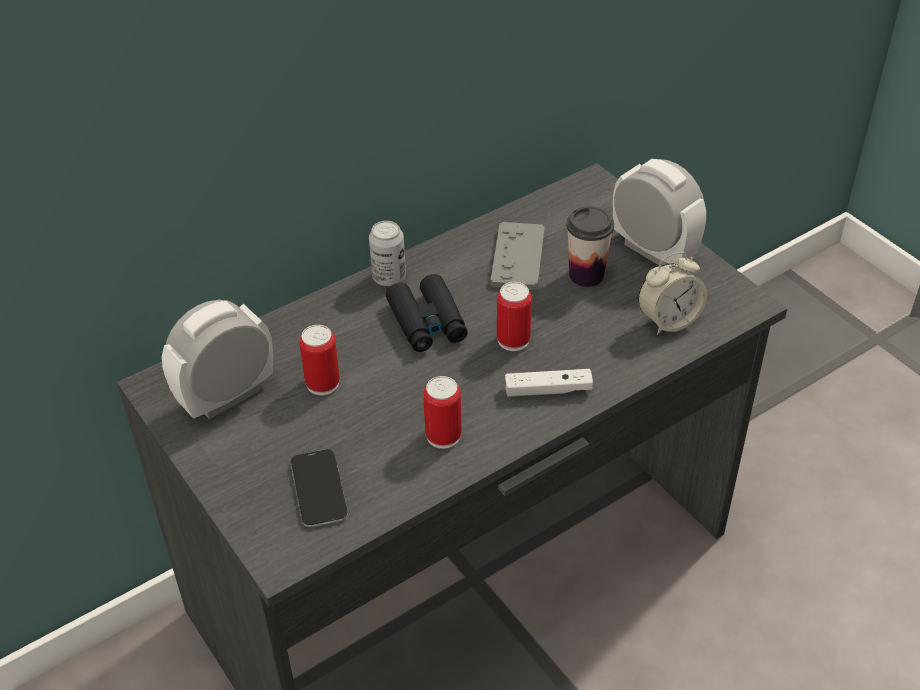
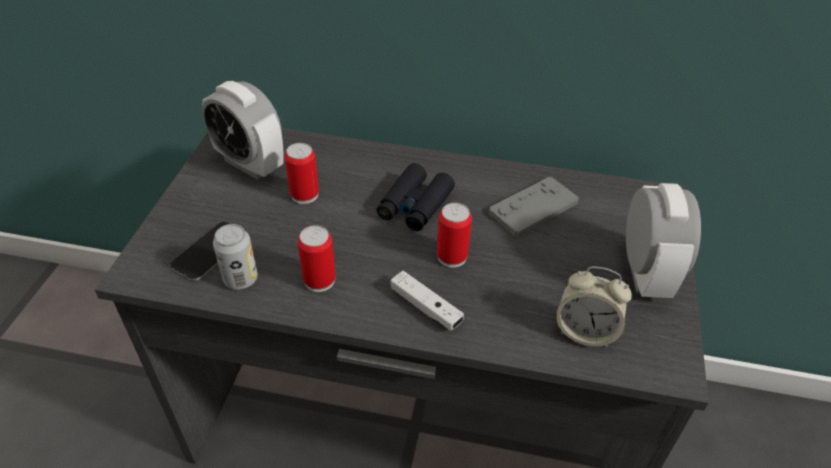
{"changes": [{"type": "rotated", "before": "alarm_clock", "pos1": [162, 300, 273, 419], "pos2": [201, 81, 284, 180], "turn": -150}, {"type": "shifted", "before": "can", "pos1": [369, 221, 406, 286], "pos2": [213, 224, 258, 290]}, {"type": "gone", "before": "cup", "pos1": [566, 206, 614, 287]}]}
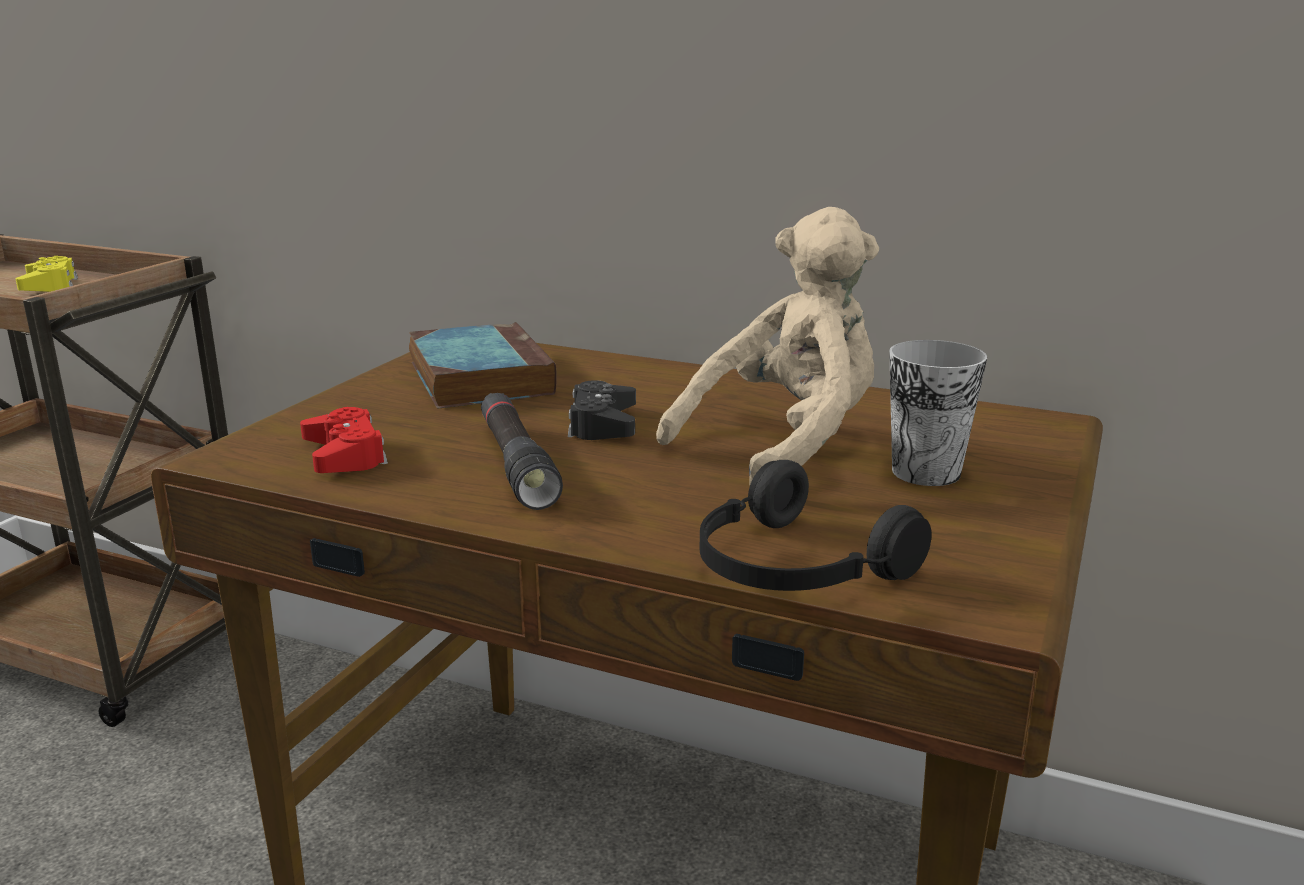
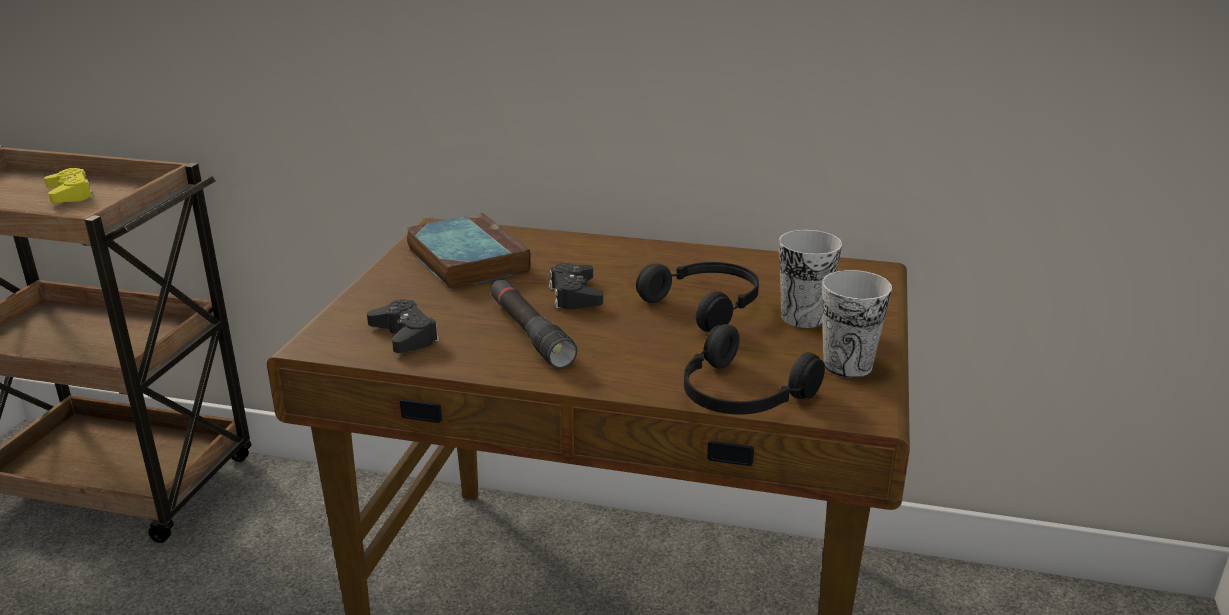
{"changes": [{"type": "repainted", "before": "red_game_controller", "after": "black_game_controller", "pos1": [300, 407, 388, 473], "pos2": [367, 299, 439, 353]}, {"type": "swapped", "before": "beige_plush_toy", "after": "black_headphones", "pos1": [656, 207, 880, 484], "pos2": [636, 262, 759, 332]}, {"type": "new", "after": "cup", "pos2": [822, 270, 892, 378]}]}
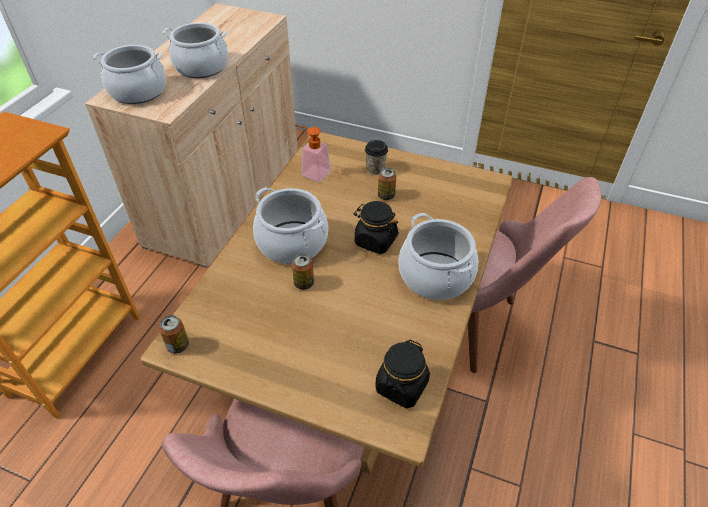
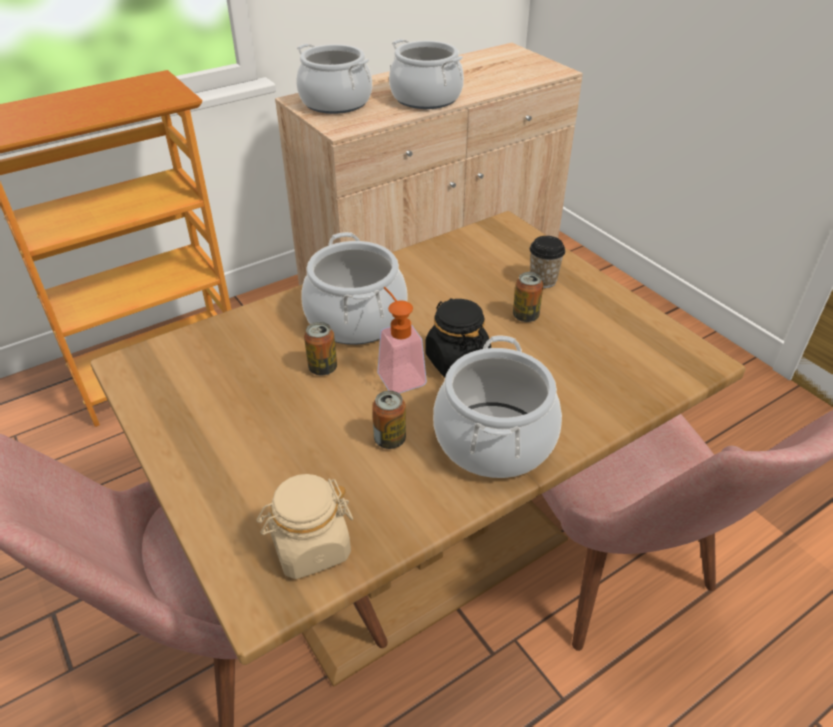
{"changes": [{"type": "shifted", "before": "can", "pos1": [159, 315, 189, 354], "pos2": [372, 390, 406, 449]}, {"type": "shifted", "before": "soap_dispenser", "pos1": [294, 125, 331, 182], "pos2": [378, 287, 427, 393]}, {"type": "repainted", "before": "black_jar", "after": "beige_jar", "pos1": [375, 339, 430, 408], "pos2": [256, 474, 353, 579]}]}
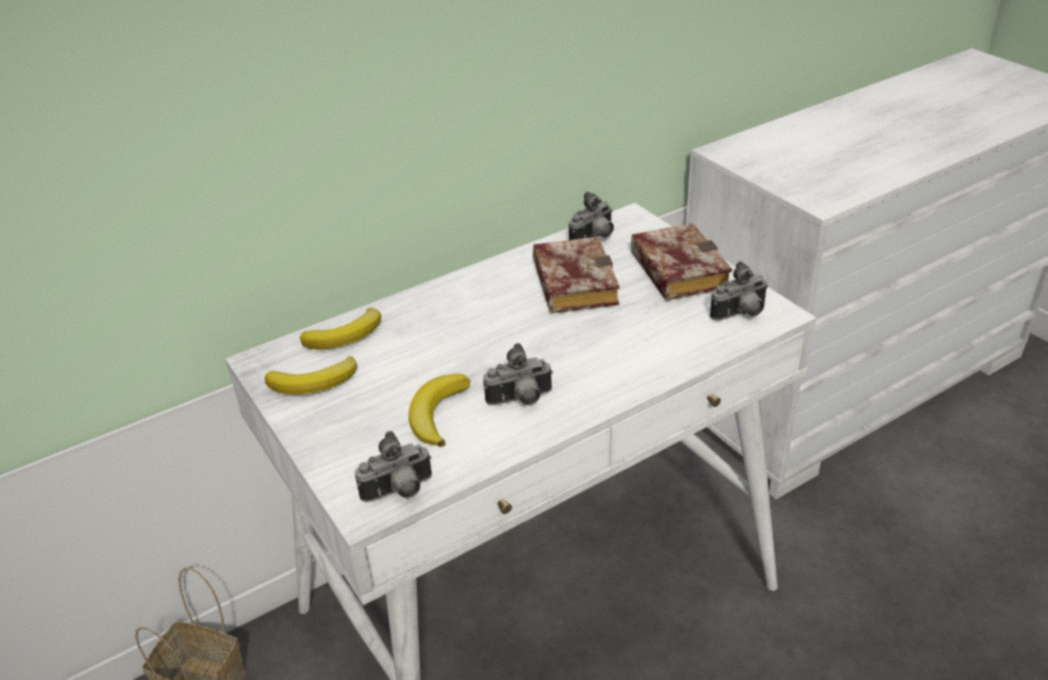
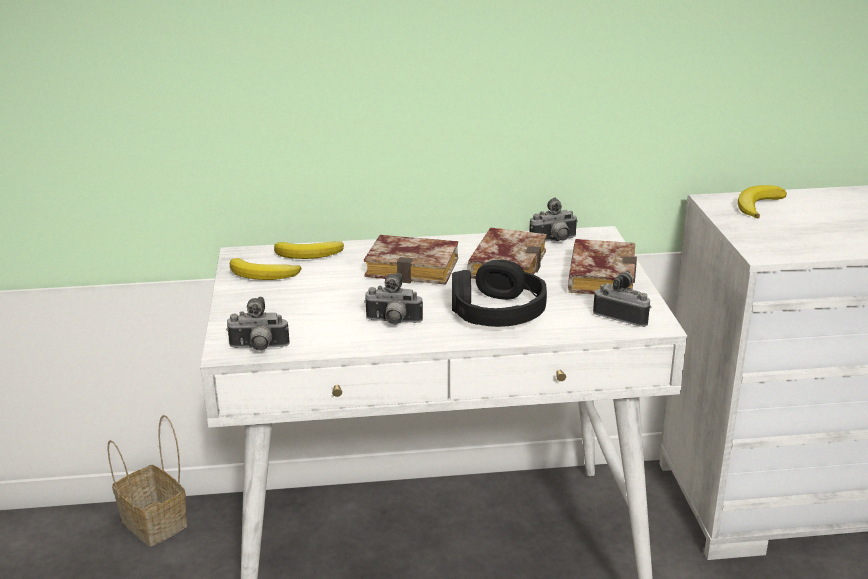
{"changes": [{"type": "shifted", "before": "banana", "pos1": [409, 373, 470, 447], "pos2": [738, 185, 787, 218]}, {"type": "rotated", "before": "photo_camera", "pos1": [710, 261, 768, 321], "pos2": [593, 270, 651, 327], "turn": -150}, {"type": "new", "after": "book", "pos2": [364, 235, 458, 285]}, {"type": "new", "after": "black_headphones", "pos2": [452, 259, 547, 327]}]}
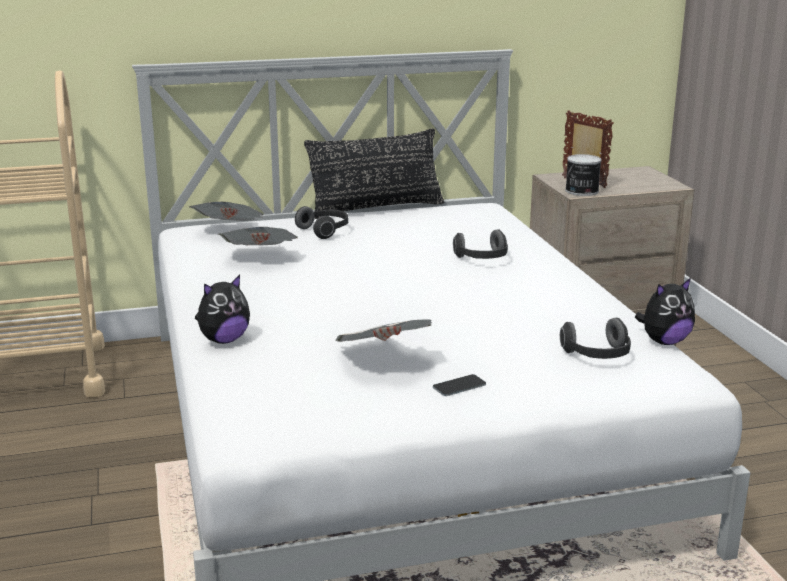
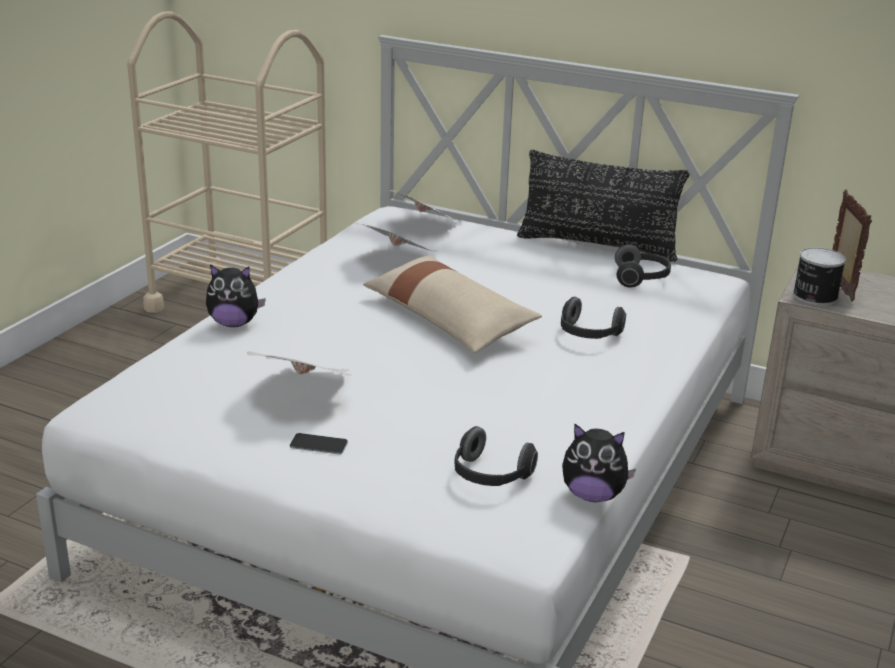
{"changes": [{"type": "shifted", "before": "headphones", "pos1": [295, 206, 348, 239], "pos2": [615, 244, 671, 288]}, {"type": "new", "after": "beige_pillow", "pos2": [363, 255, 542, 353]}]}
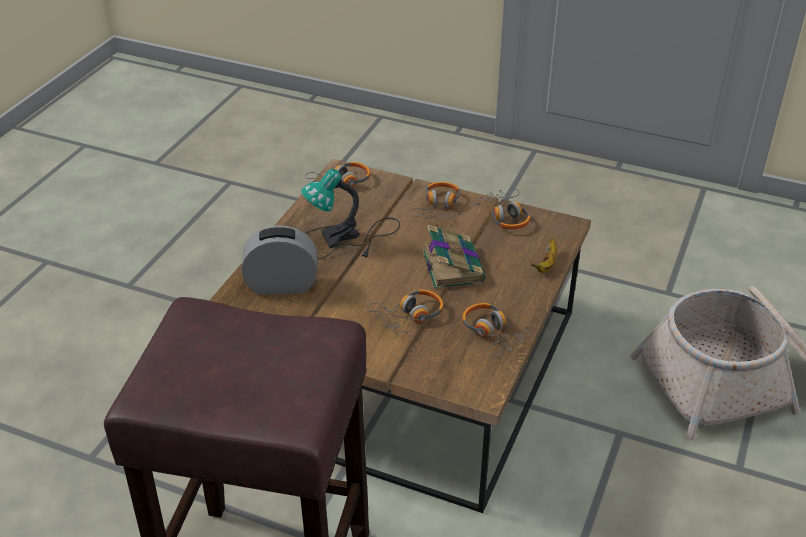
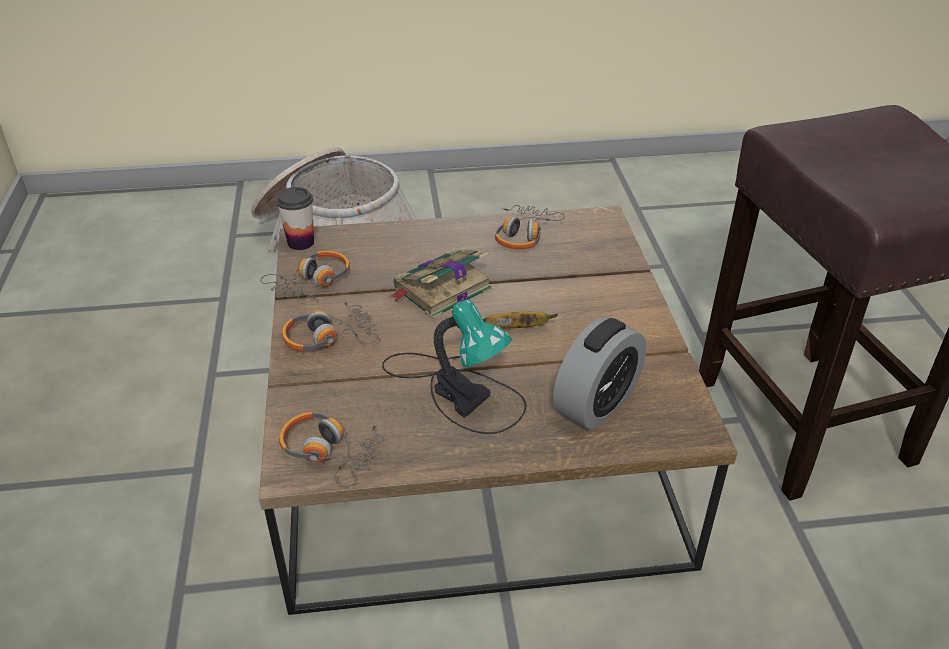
{"changes": [{"type": "rotated", "before": "alarm_clock", "pos1": [242, 225, 318, 295], "pos2": [553, 317, 646, 431], "turn": -105}, {"type": "gone", "before": "headphones", "pos1": [367, 290, 443, 335]}, {"type": "shifted", "before": "banana", "pos1": [531, 238, 557, 273], "pos2": [483, 311, 558, 329]}, {"type": "new", "after": "cup", "pos2": [276, 187, 314, 250]}]}
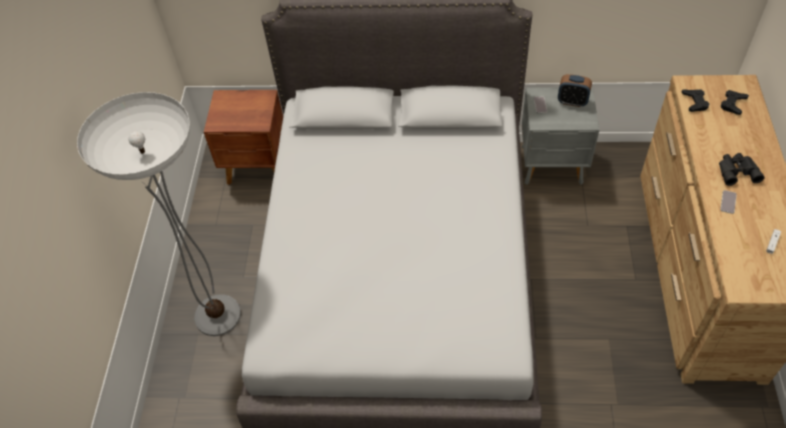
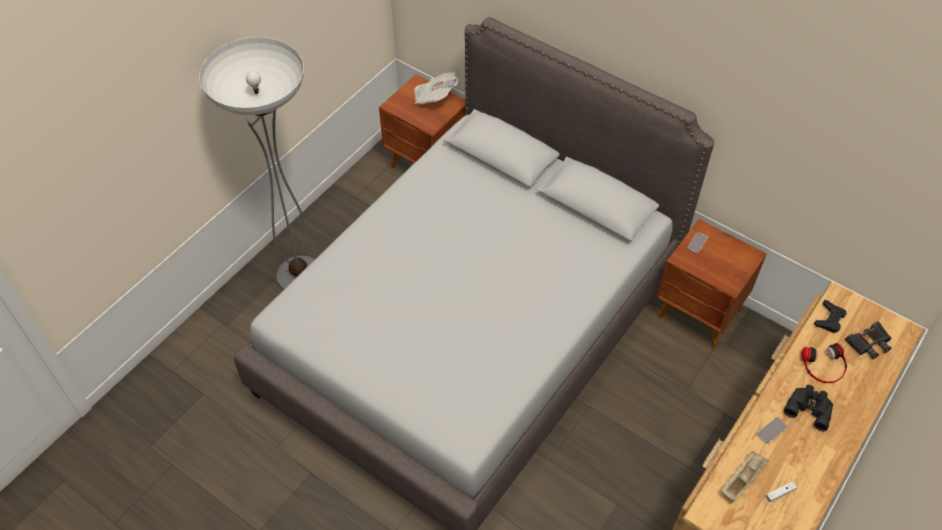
{"changes": [{"type": "repainted", "before": "grey_nightstand", "after": "brown_nightstand", "pos1": [522, 87, 599, 185], "pos2": [657, 219, 767, 348]}, {"type": "gone", "before": "alarm_clock", "pos1": [558, 74, 592, 107]}, {"type": "swapped", "before": "black_game_controller", "after": "black_binoculars", "pos1": [721, 90, 749, 115], "pos2": [845, 321, 892, 359]}, {"type": "new", "after": "newspaper", "pos2": [414, 72, 458, 104]}, {"type": "new", "after": "beige_tray", "pos2": [722, 451, 770, 501]}, {"type": "new", "after": "headphones", "pos2": [801, 343, 847, 383]}]}
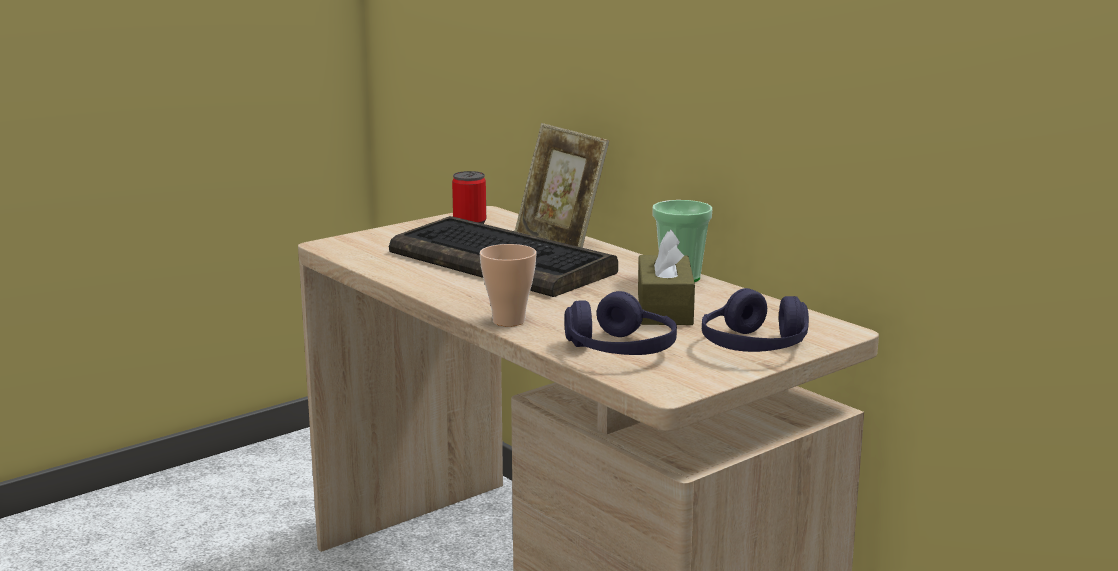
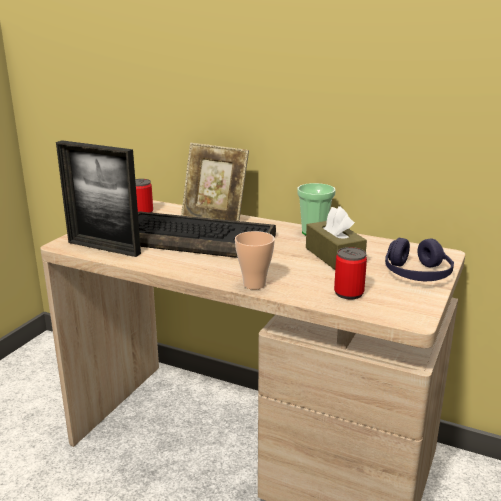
{"changes": [{"type": "swapped", "before": "purple_headphones", "after": "can", "pos1": [564, 291, 677, 355], "pos2": [334, 247, 367, 300]}, {"type": "new", "after": "picture_frame", "pos2": [56, 140, 141, 257]}]}
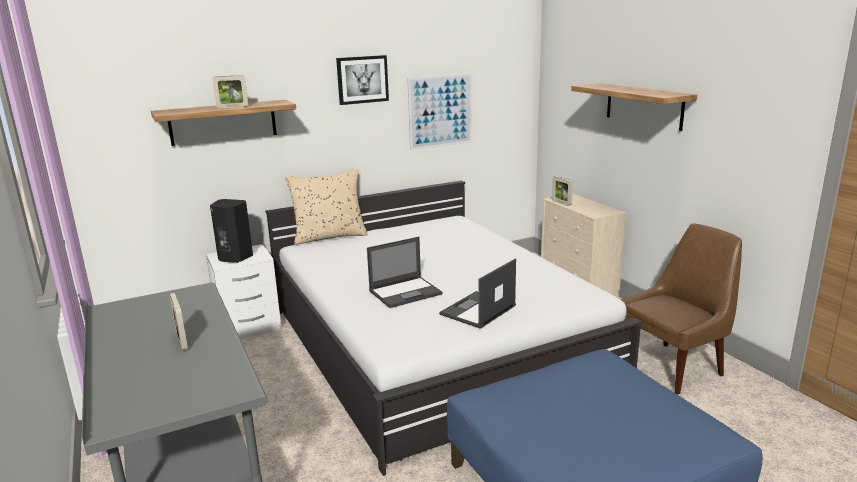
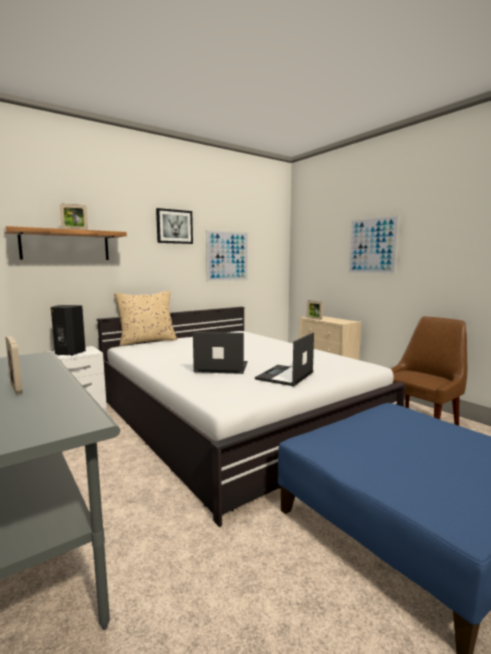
{"changes": [{"type": "rotated", "before": "laptop", "pos1": [367, 237, 442, 308], "pos2": [193, 332, 248, 374], "turn": -135}, {"type": "swapped", "before": "shelf", "after": "picture", "pos1": [571, 83, 697, 131], "pos2": [348, 214, 400, 274]}]}
